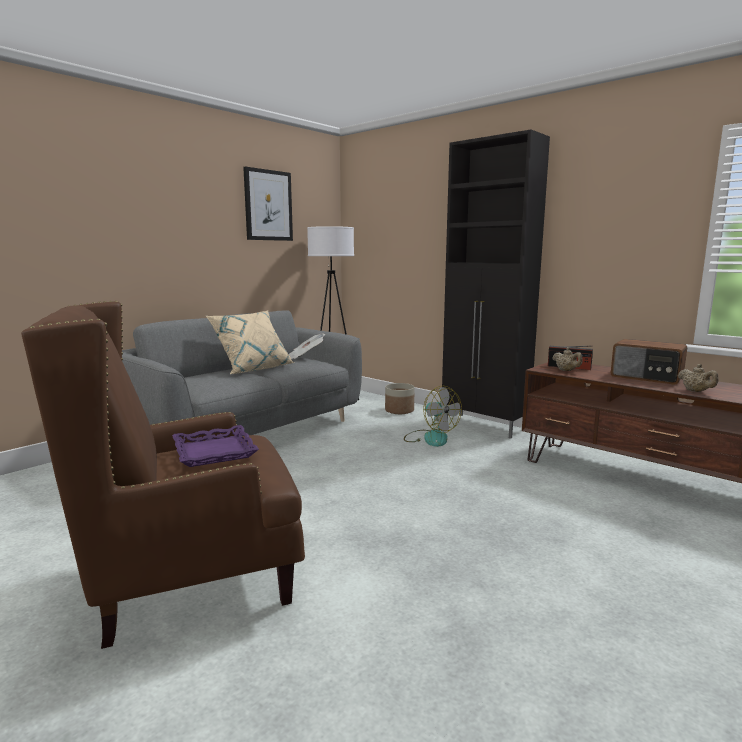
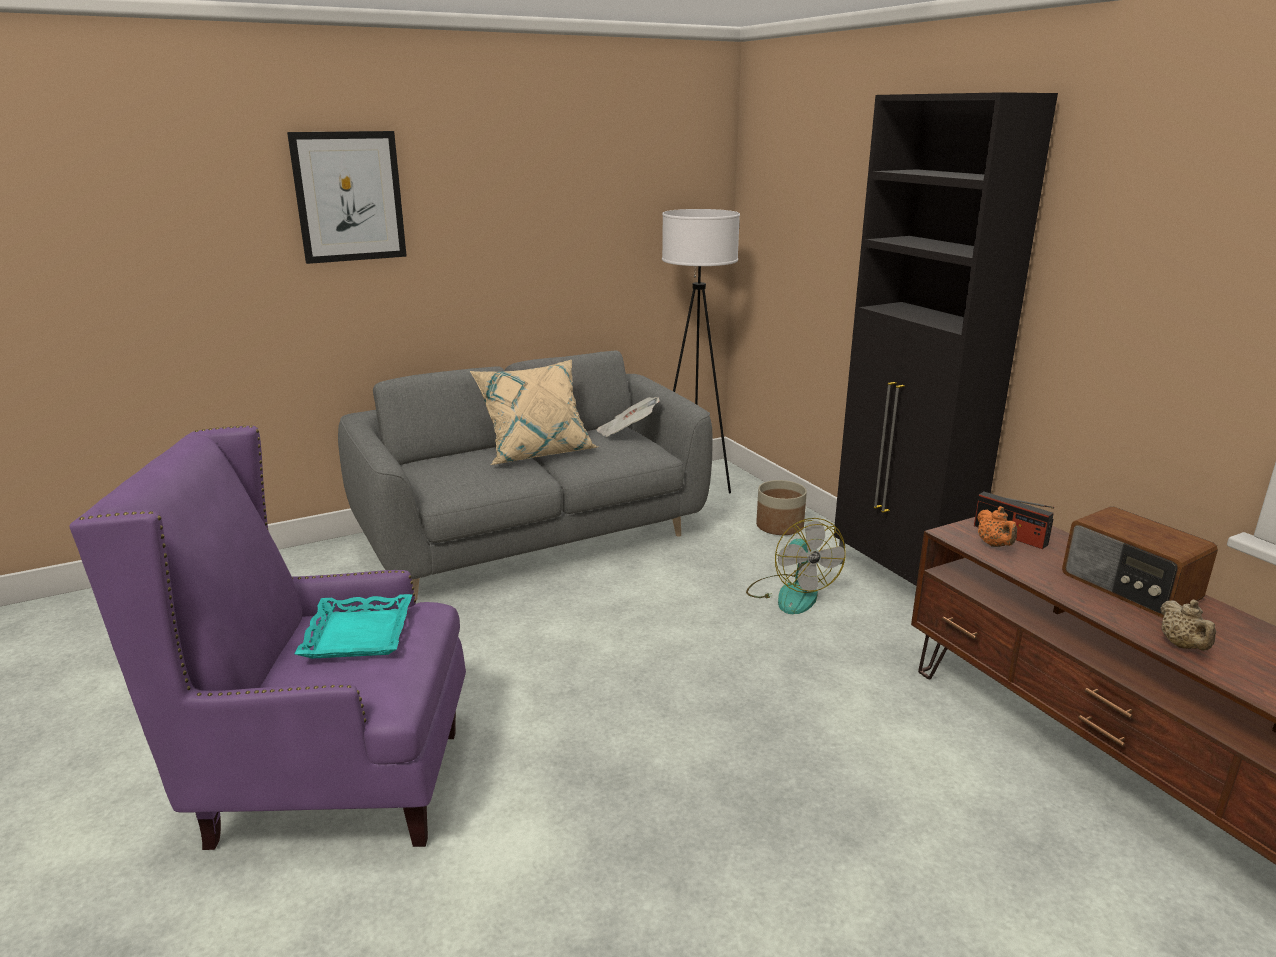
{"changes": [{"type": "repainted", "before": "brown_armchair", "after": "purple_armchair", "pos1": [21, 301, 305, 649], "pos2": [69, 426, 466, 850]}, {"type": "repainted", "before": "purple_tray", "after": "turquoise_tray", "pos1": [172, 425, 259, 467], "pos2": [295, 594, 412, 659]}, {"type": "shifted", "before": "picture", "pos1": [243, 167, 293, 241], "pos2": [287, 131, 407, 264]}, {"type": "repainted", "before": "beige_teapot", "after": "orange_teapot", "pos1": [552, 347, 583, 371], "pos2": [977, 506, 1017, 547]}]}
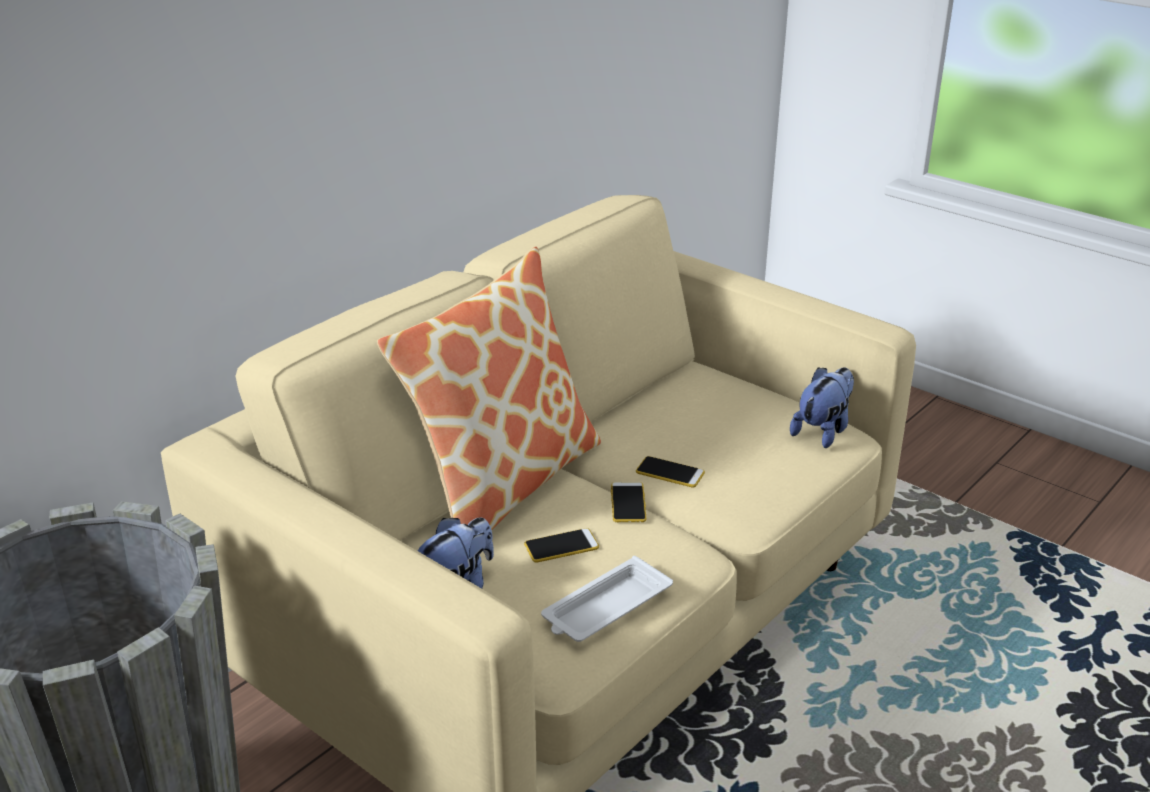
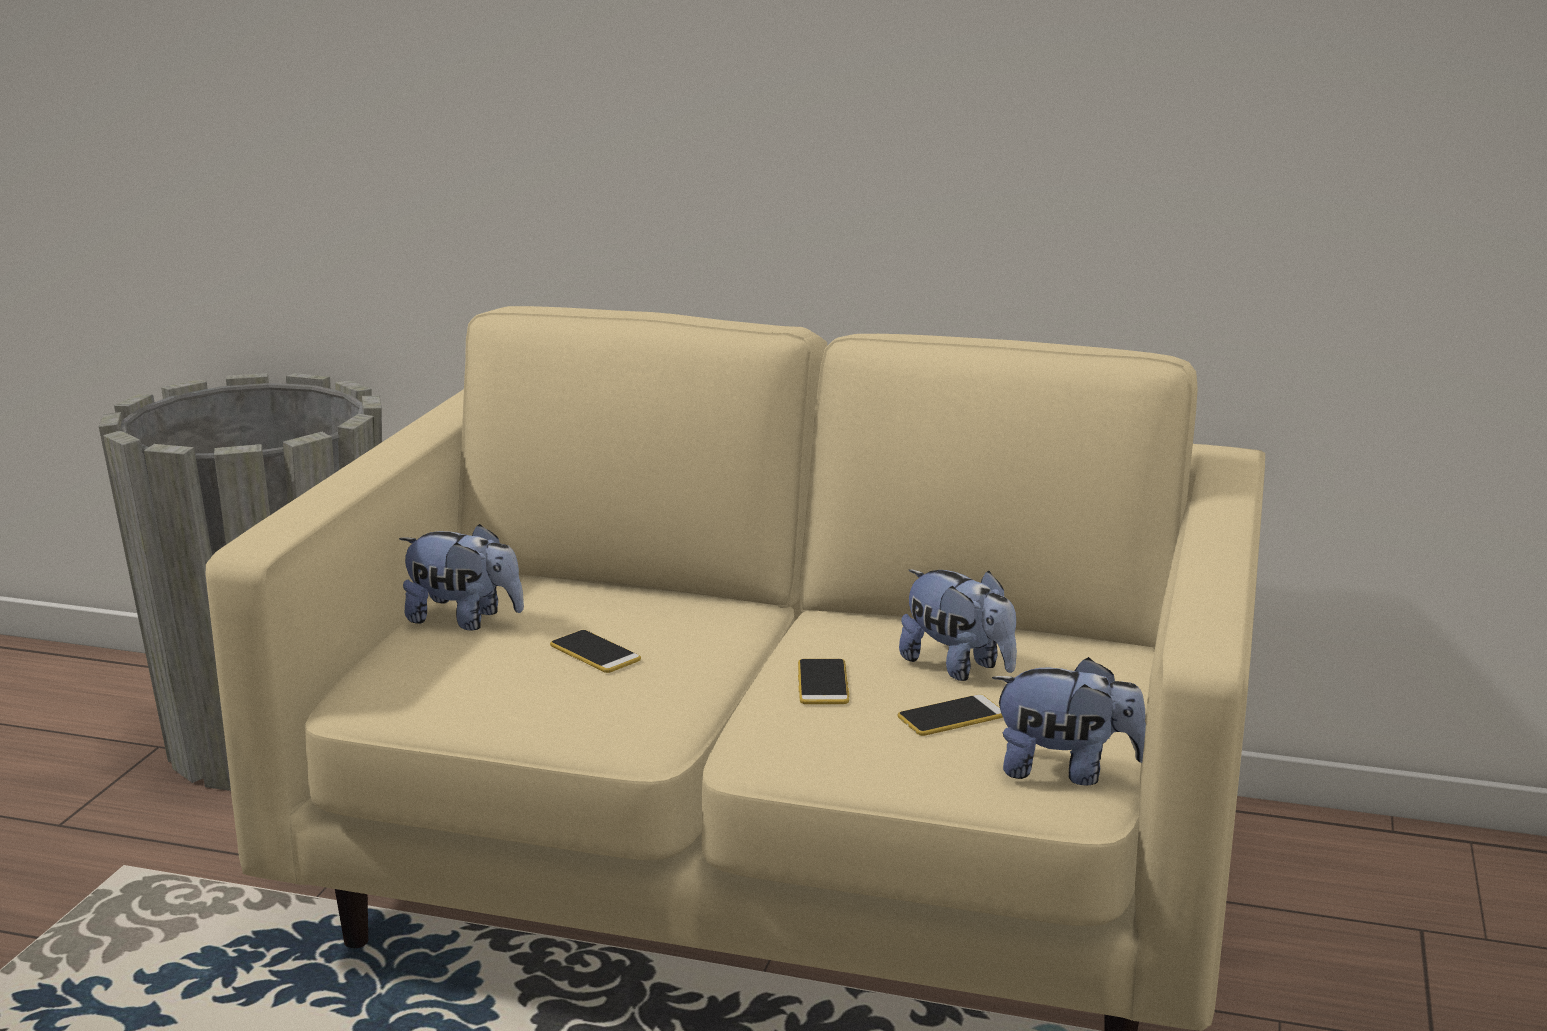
{"changes": [{"type": "gone", "before": "pillow", "pos1": [377, 247, 601, 530]}, {"type": "gone", "before": "white_tray", "pos1": [541, 556, 673, 642]}, {"type": "shifted", "before": "phone", "pos1": [611, 482, 647, 522], "pos2": [898, 694, 1003, 736]}, {"type": "new", "after": "plush_toy", "pos2": [899, 569, 1017, 681]}]}
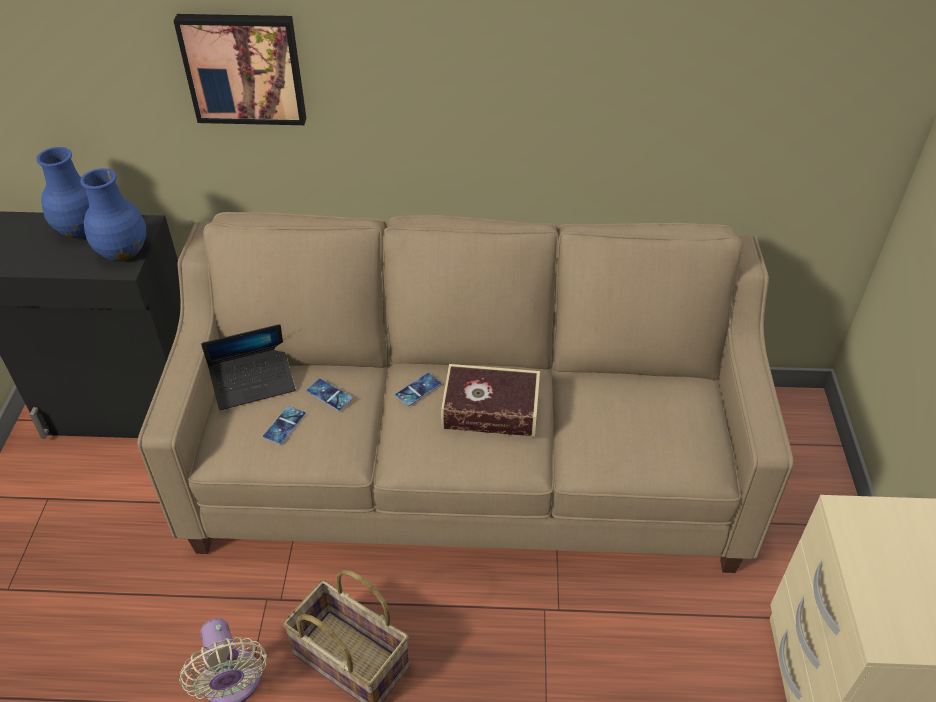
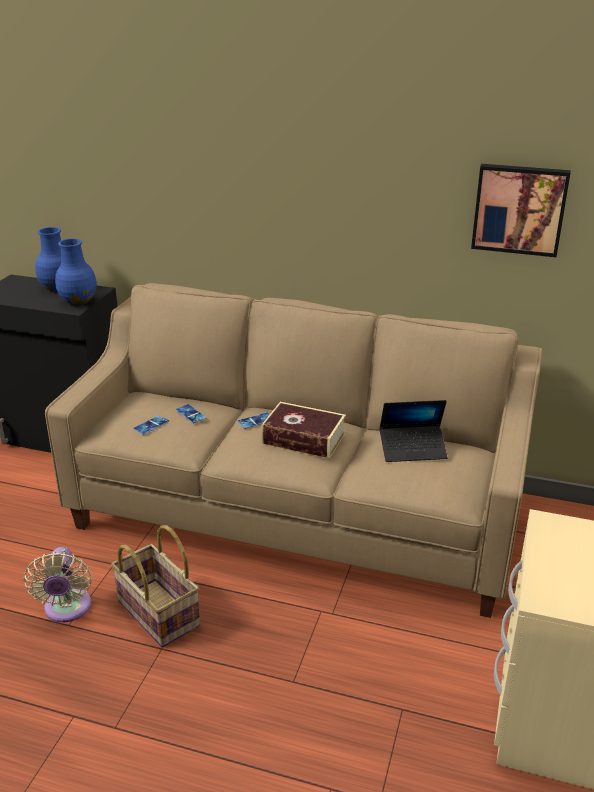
{"changes": [{"type": "shifted", "before": "picture", "pos1": [173, 14, 306, 125], "pos2": [471, 164, 571, 257]}, {"type": "shifted", "before": "laptop", "pos1": [201, 324, 296, 410], "pos2": [379, 400, 448, 462]}]}
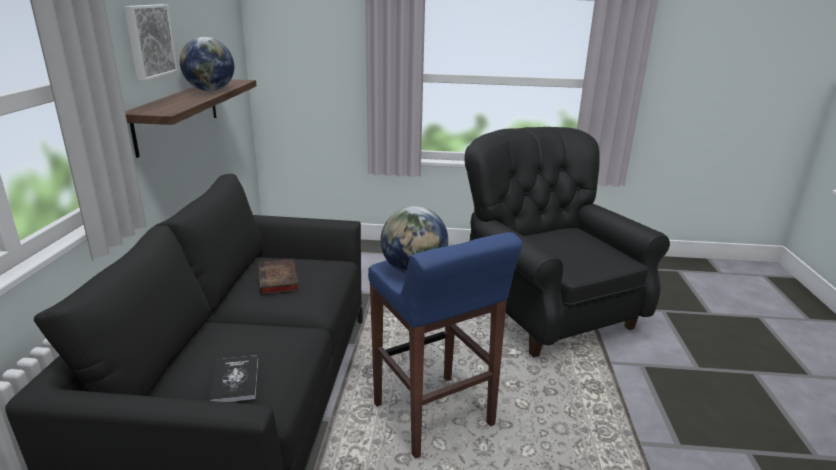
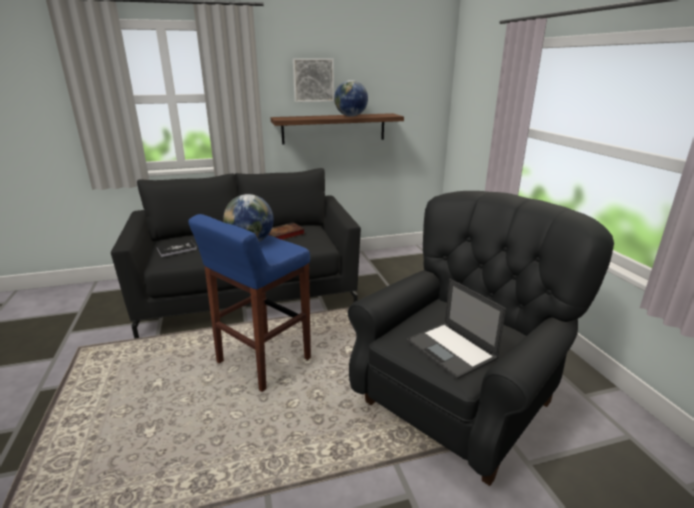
{"changes": [{"type": "new", "after": "laptop", "pos2": [407, 279, 506, 380]}]}
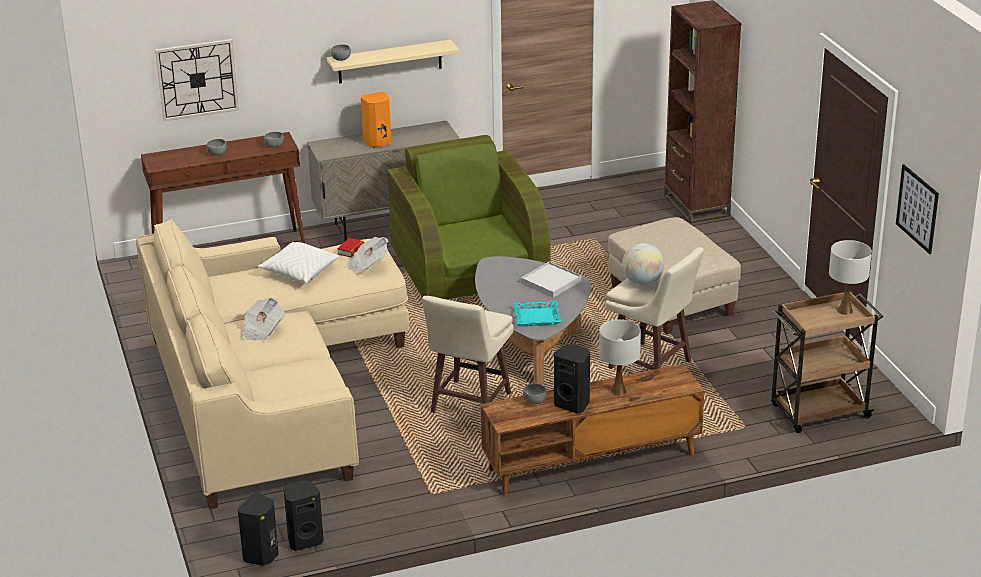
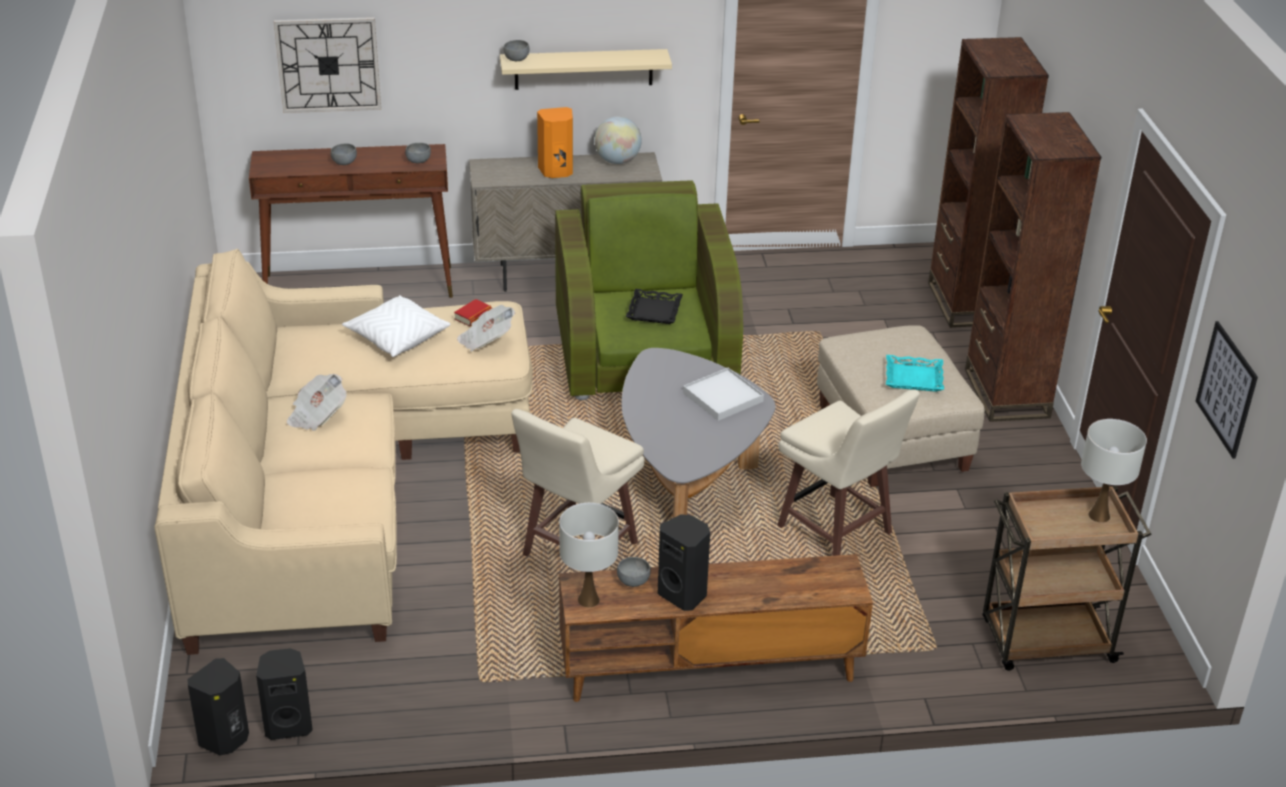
{"changes": [{"type": "shifted", "before": "turquoise_tray", "pos1": [513, 301, 561, 326], "pos2": [886, 355, 944, 392]}, {"type": "shifted", "before": "white_table_lamp", "pos1": [599, 319, 641, 396], "pos2": [559, 503, 619, 607]}, {"type": "shifted", "before": "globe", "pos1": [622, 243, 664, 285], "pos2": [594, 116, 642, 164]}, {"type": "new", "after": "black_tray", "pos2": [626, 289, 683, 324]}, {"type": "new", "after": "brown_bookcase", "pos2": [965, 112, 1101, 422]}]}
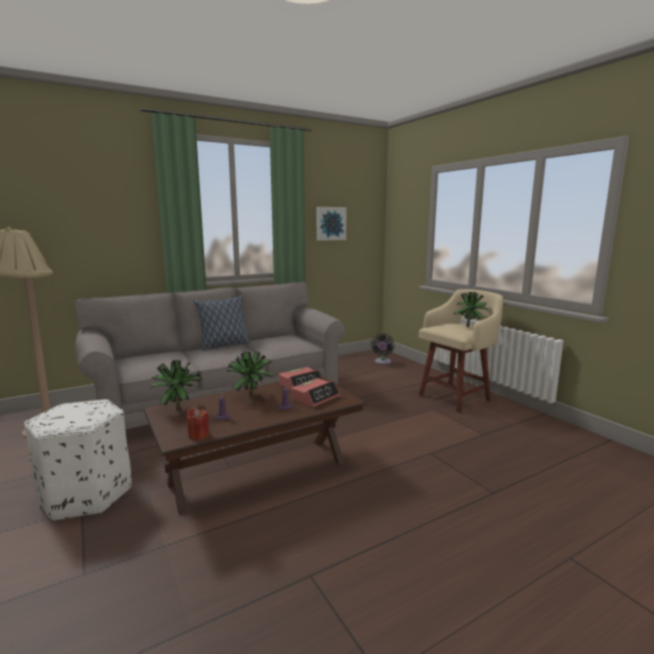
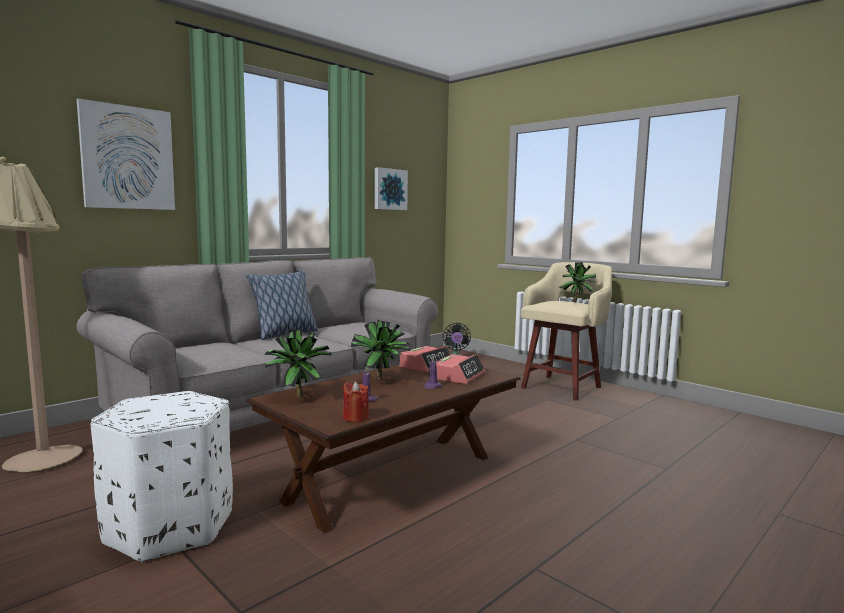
{"changes": [{"type": "new", "after": "picture", "pos2": [77, 98, 175, 210]}]}
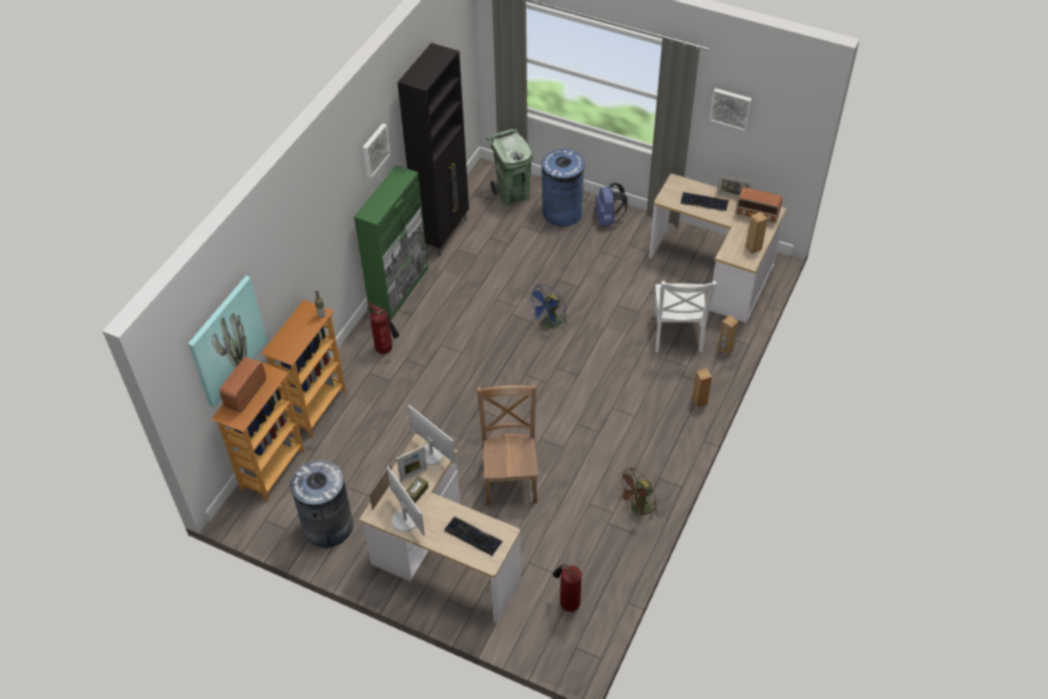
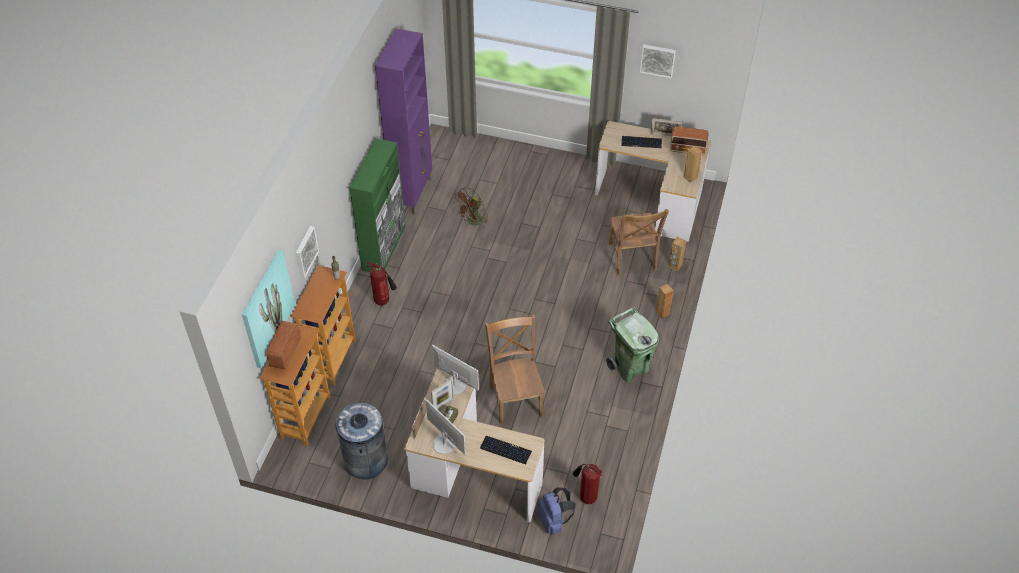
{"changes": [{"type": "shifted", "before": "picture", "pos1": [363, 123, 390, 178], "pos2": [296, 226, 319, 278]}, {"type": "repainted", "before": "black_cabinet", "after": "purple_cabinet", "pos1": [398, 43, 469, 257], "pos2": [375, 28, 432, 215]}, {"type": "shifted", "before": "green_trash_can", "pos1": [487, 129, 533, 206], "pos2": [606, 307, 659, 383]}, {"type": "gone", "before": "blue_fan", "pos1": [527, 285, 568, 330]}, {"type": "gone", "before": "blue_trash_can", "pos1": [541, 149, 585, 227]}, {"type": "shifted", "before": "blue_backpack", "pos1": [594, 183, 628, 226], "pos2": [538, 487, 576, 535]}, {"type": "shifted", "before": "brown_fan", "pos1": [616, 467, 658, 520], "pos2": [454, 187, 488, 227]}, {"type": "repainted", "before": "white_chair", "after": "brown_chair", "pos1": [653, 281, 717, 353], "pos2": [609, 209, 669, 276]}]}
